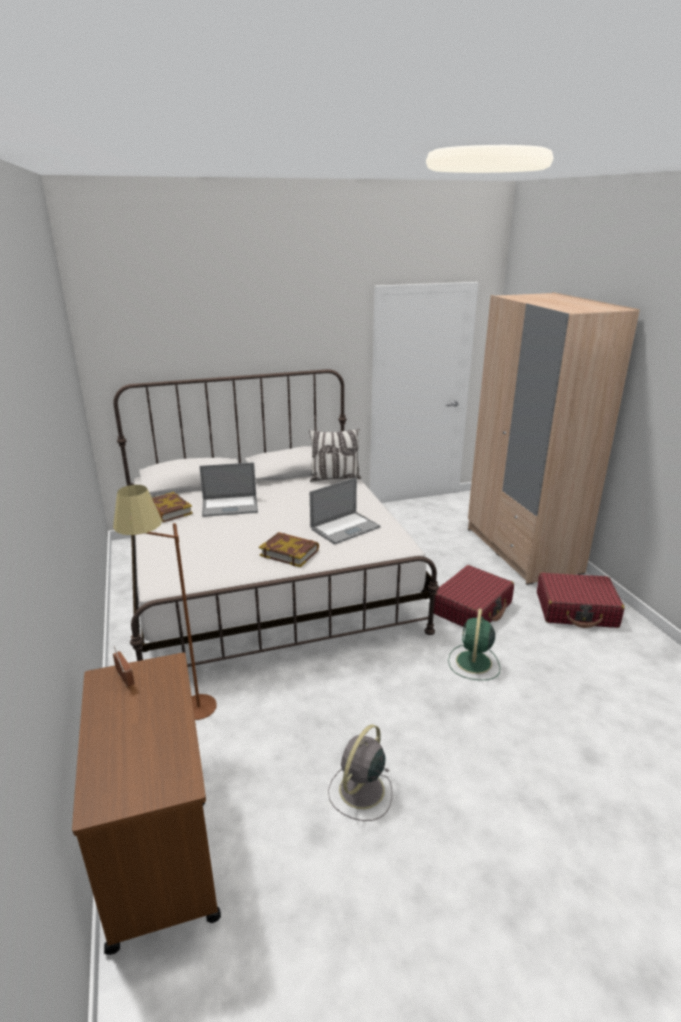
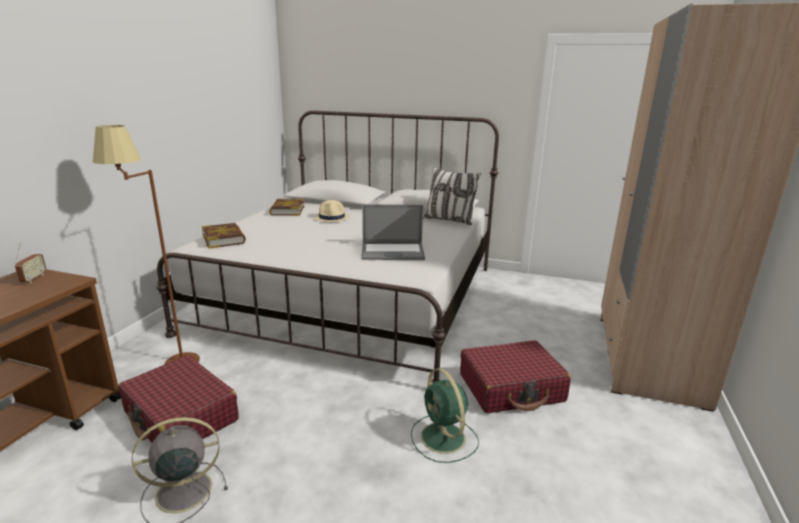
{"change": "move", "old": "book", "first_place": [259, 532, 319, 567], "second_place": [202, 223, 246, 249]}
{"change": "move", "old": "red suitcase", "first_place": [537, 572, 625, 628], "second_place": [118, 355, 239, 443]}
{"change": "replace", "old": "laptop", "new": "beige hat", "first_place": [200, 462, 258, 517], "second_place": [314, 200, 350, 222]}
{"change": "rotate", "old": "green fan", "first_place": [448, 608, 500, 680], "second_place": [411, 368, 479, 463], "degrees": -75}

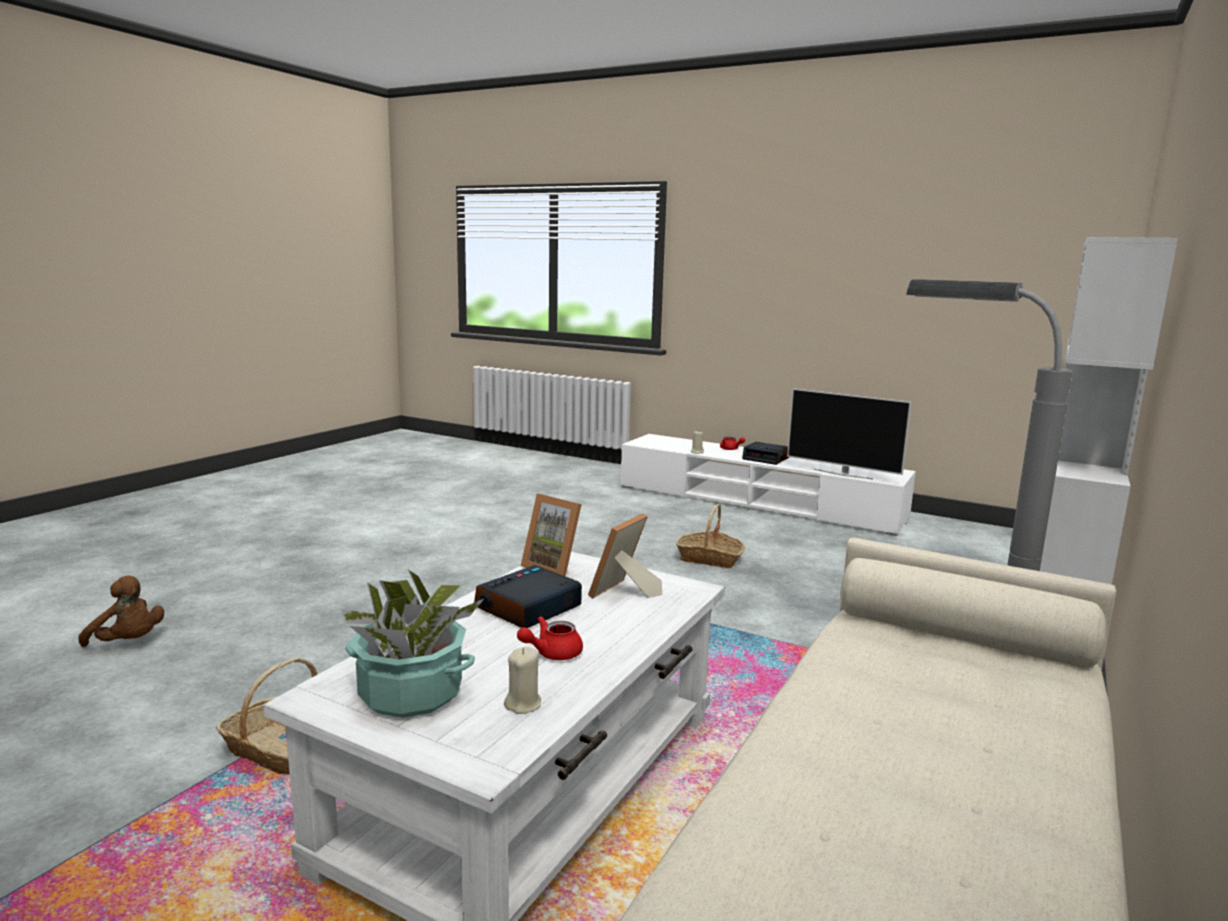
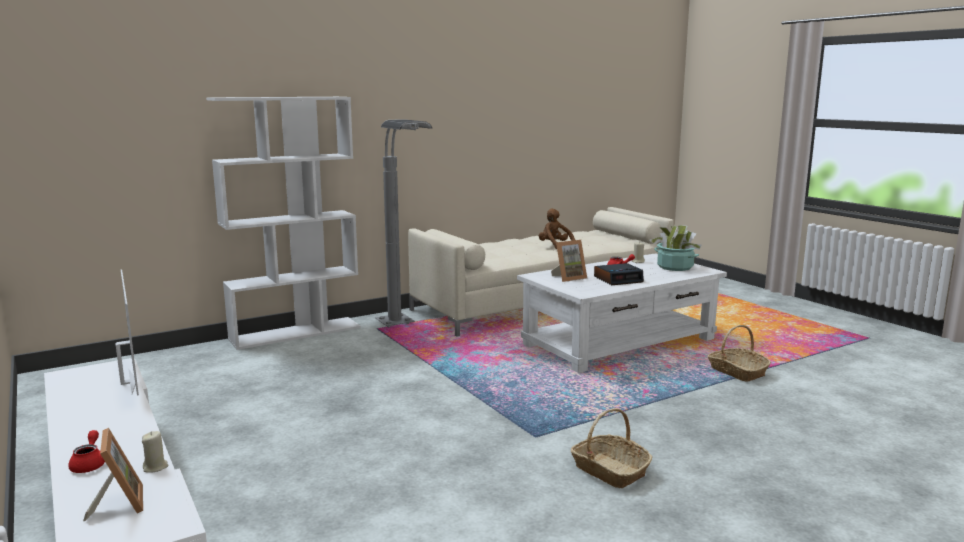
{"change": "delete", "old": "alarm clock", "first_place": [742, 442, 789, 465]}
{"change": "move", "old": "brown plush toy", "first_place": [78, 575, 164, 647], "second_place": [539, 208, 575, 249]}
{"change": "move", "old": "picture frame", "first_place": [521, 493, 582, 576], "second_place": [83, 428, 143, 521]}
{"change": "move", "old": "basket", "first_place": [676, 503, 745, 568], "second_place": [571, 408, 653, 488]}

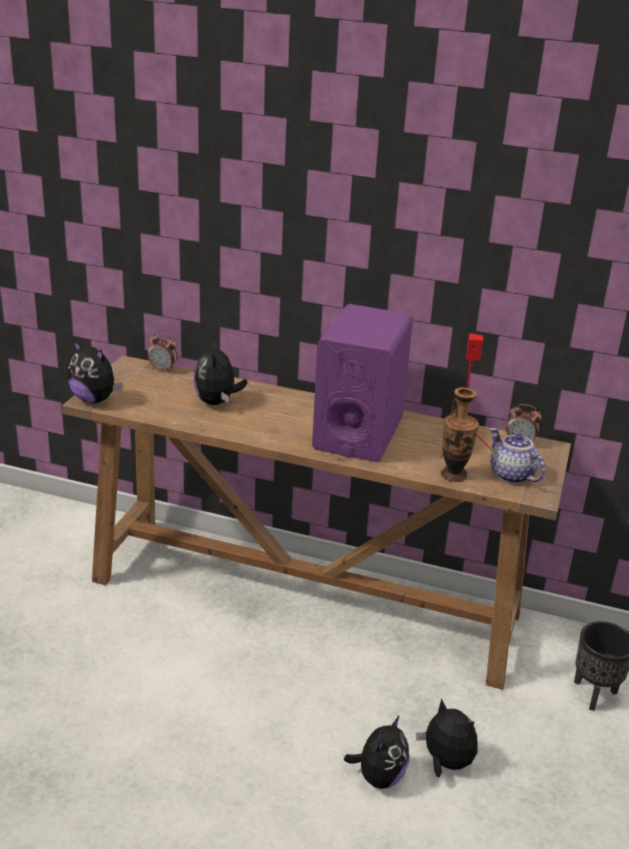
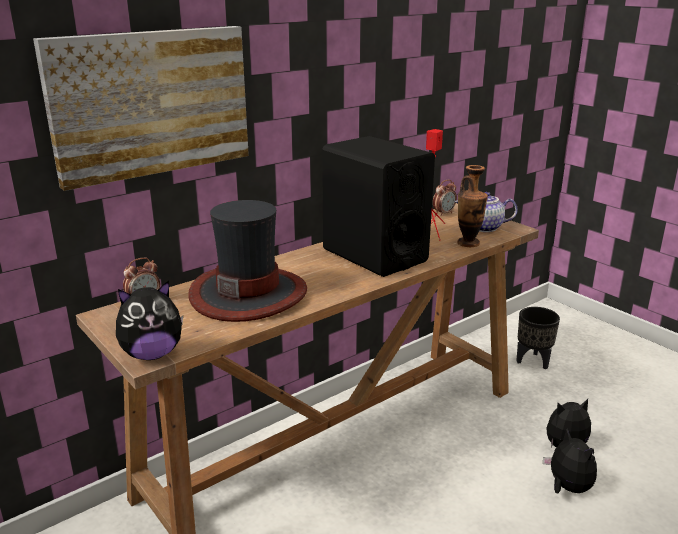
{"change": "insert", "new": "picture", "second_place": [33, 26, 249, 191]}
{"change": "replace", "old": "plush toy", "new": "hat", "first_place": [193, 339, 247, 405], "second_place": [188, 200, 307, 322]}
{"change": "recolor", "old": "purple speaker", "new": "black speaker", "first_place": [312, 304, 413, 462], "second_place": [322, 136, 435, 277]}

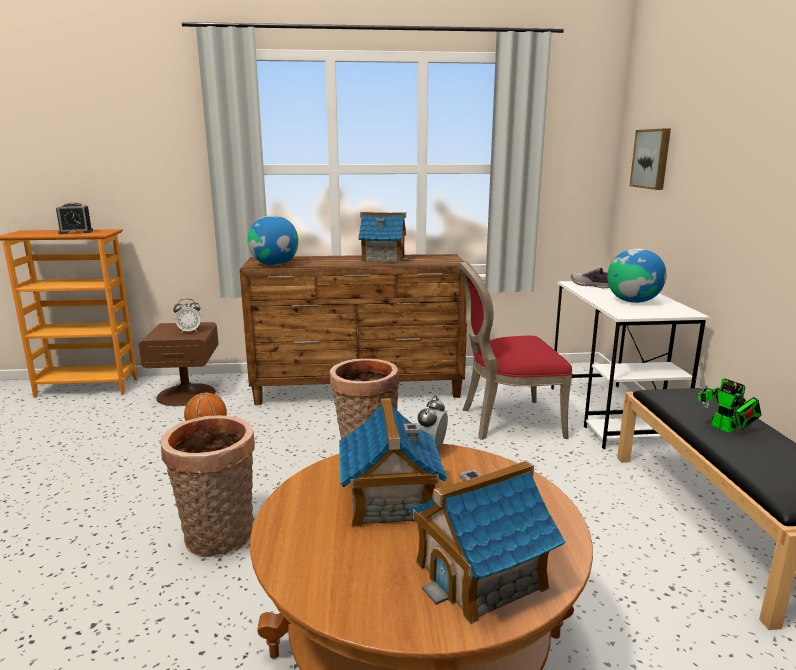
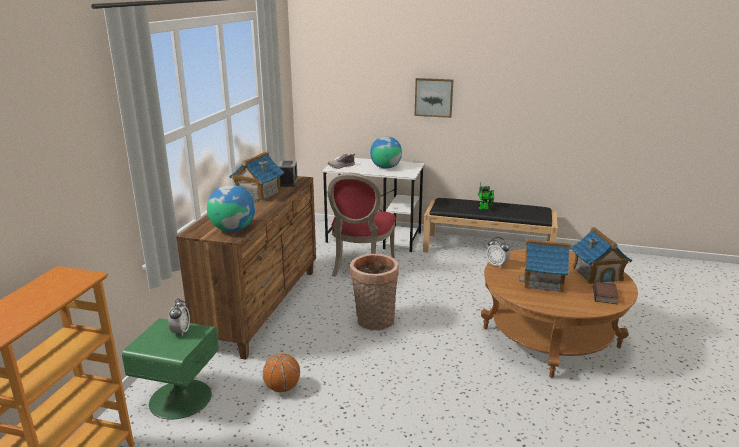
{"change": "delete", "old": "basket", "first_place": [161, 415, 255, 557]}
{"change": "insert", "new": "book", "second_place": [593, 282, 619, 304]}
{"change": "move", "old": "alarm clock", "first_place": [56, 203, 93, 234], "second_place": [278, 161, 298, 187]}
{"change": "move", "old": "picture", "first_place": [630, 128, 671, 190], "second_place": [415, 78, 454, 118]}
{"change": "recolor", "old": "brown nightstand", "new": "green nightstand", "first_place": [139, 322, 219, 406], "second_place": [122, 318, 219, 420]}

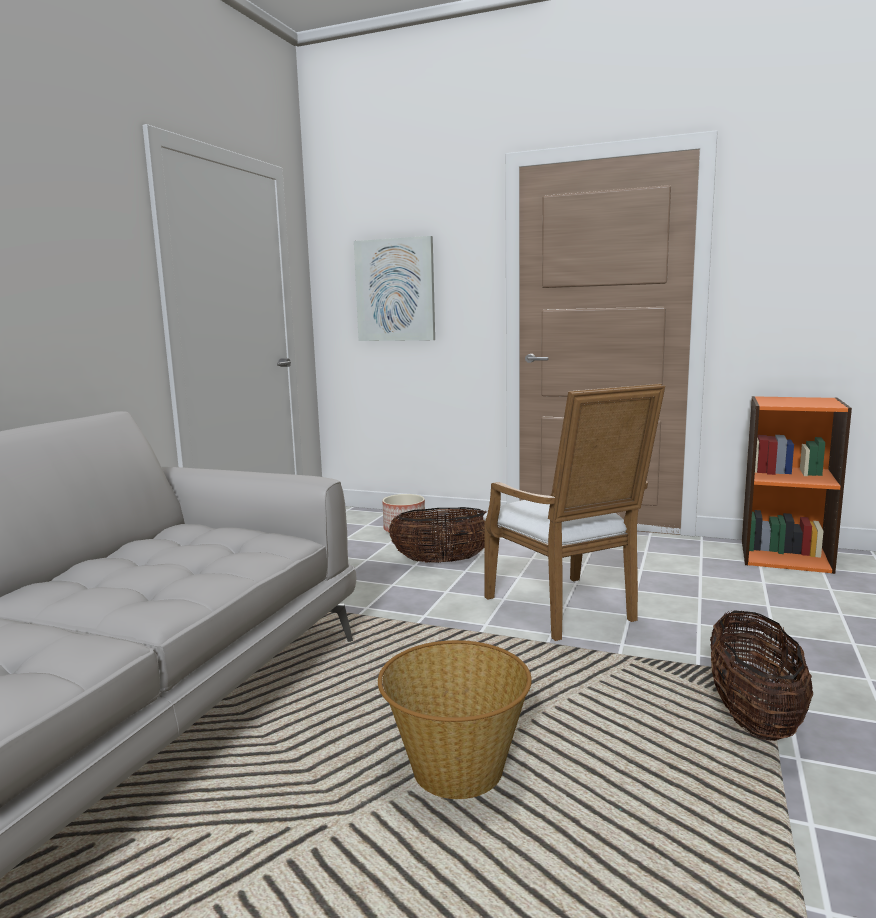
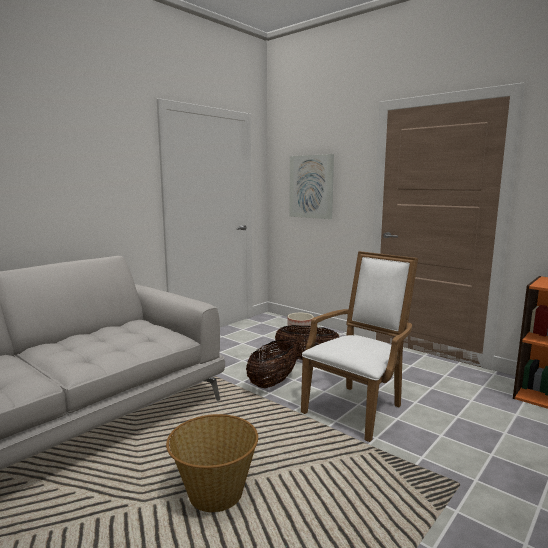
{"change": "move", "old": "basket", "first_place": [710, 610, 813, 741], "second_place": [246, 339, 297, 388]}
{"change": "rotate", "old": "white armchair", "first_place": [483, 384, 665, 641], "second_place": [301, 251, 418, 442], "degrees": -135}

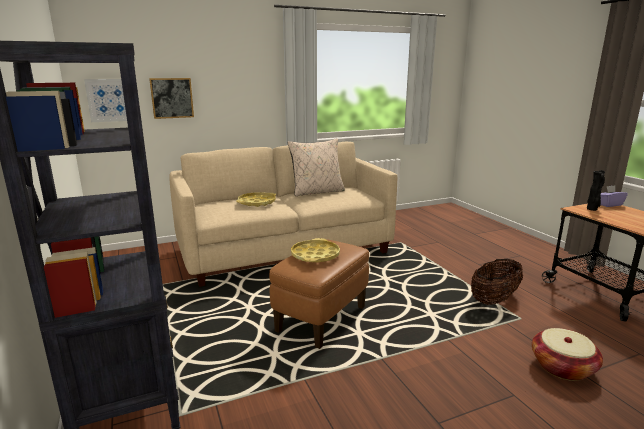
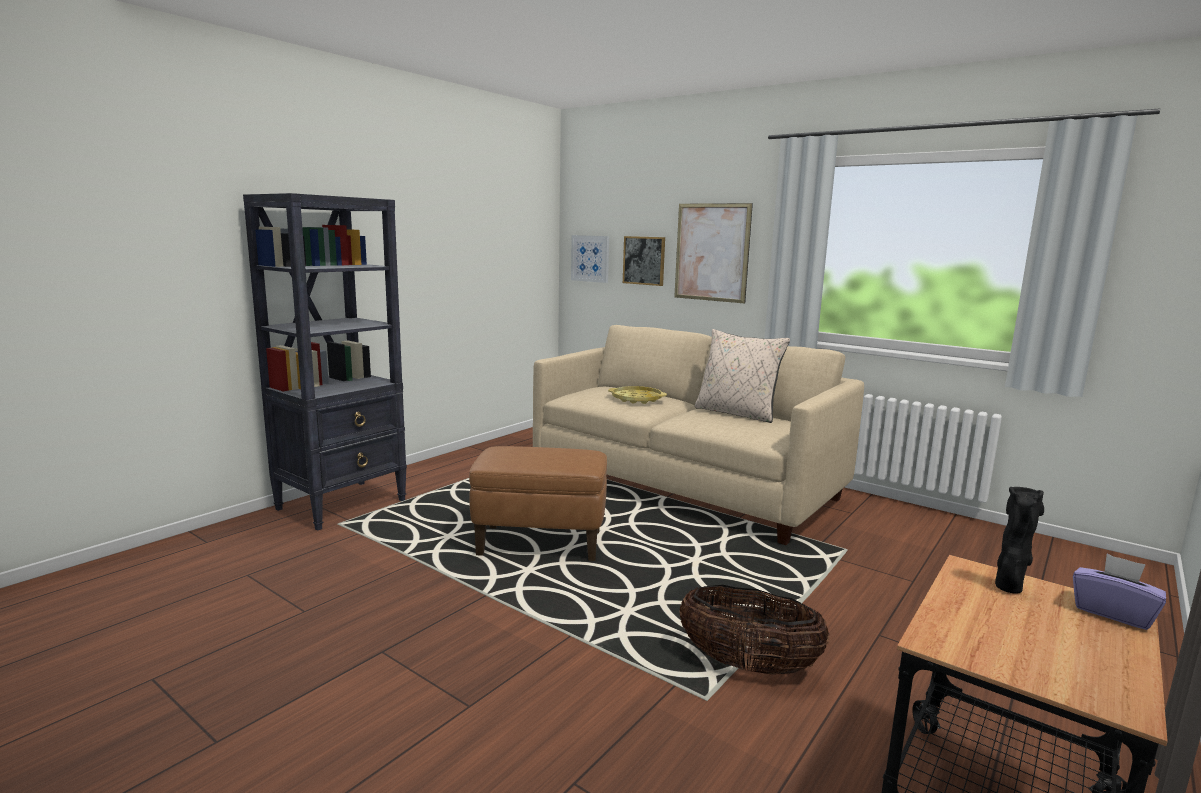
{"change": "delete", "old": "yellow tray", "first_place": [291, 238, 340, 263]}
{"change": "delete", "old": "basket", "first_place": [532, 328, 603, 381]}
{"change": "insert", "new": "picture", "second_place": [674, 203, 753, 304]}

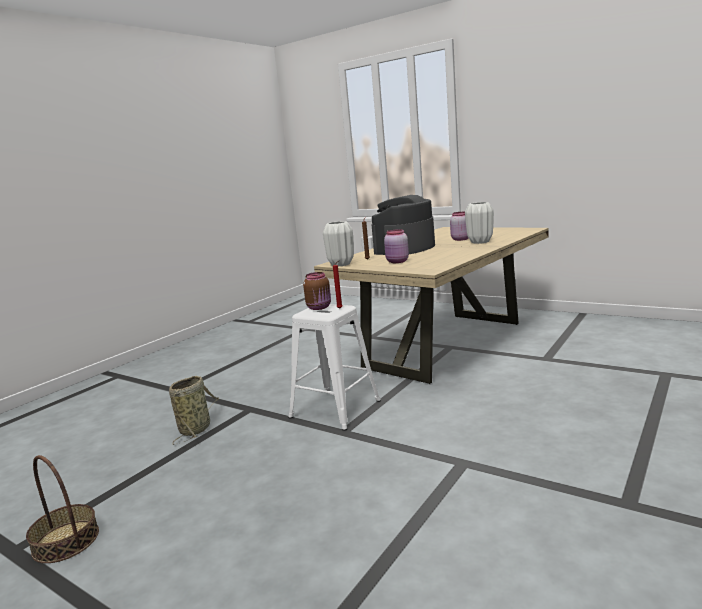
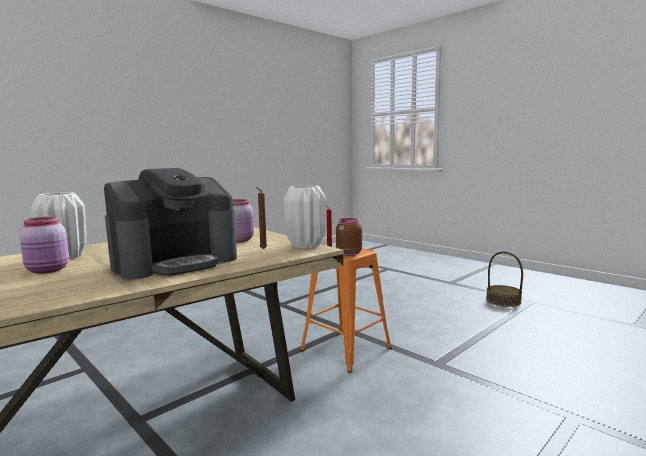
{"change": "delete", "old": "basket", "first_place": [169, 376, 219, 445]}
{"change": "recolor", "old": "white stool", "new": "orange stool", "first_place": [288, 304, 381, 431], "second_place": [300, 247, 392, 373]}

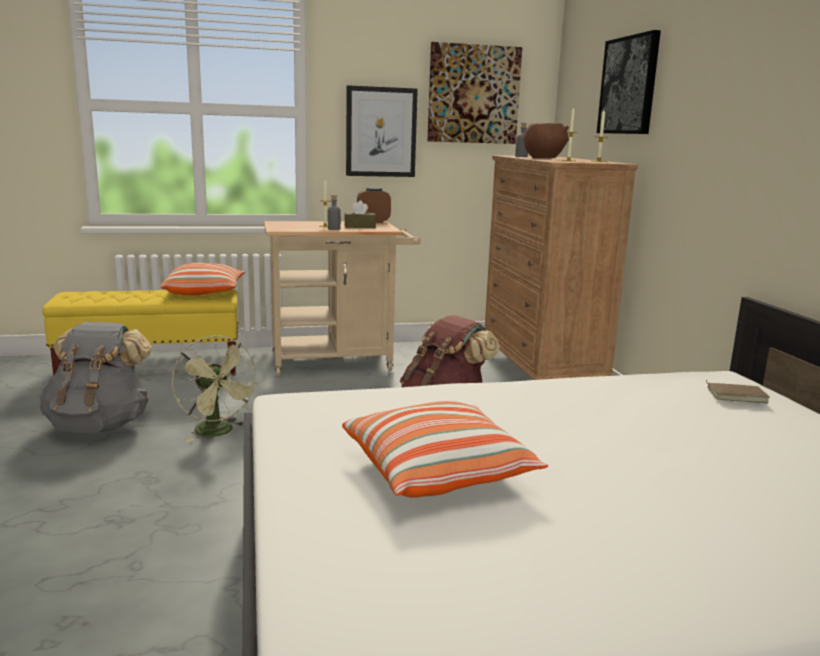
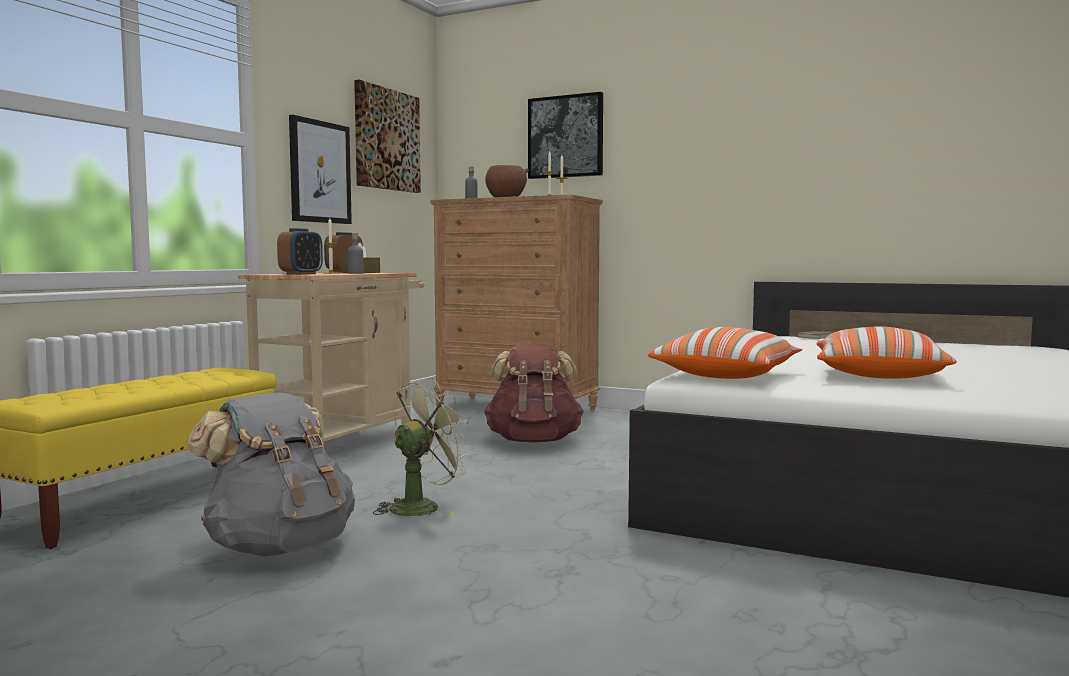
{"change": "insert", "new": "alarm clock", "second_place": [277, 228, 323, 275]}
{"change": "move", "old": "pillow", "first_place": [160, 263, 245, 295], "second_place": [647, 327, 802, 379]}
{"change": "rotate", "old": "green fan", "first_place": [172, 335, 260, 442], "second_place": [373, 378, 474, 516], "degrees": -45}

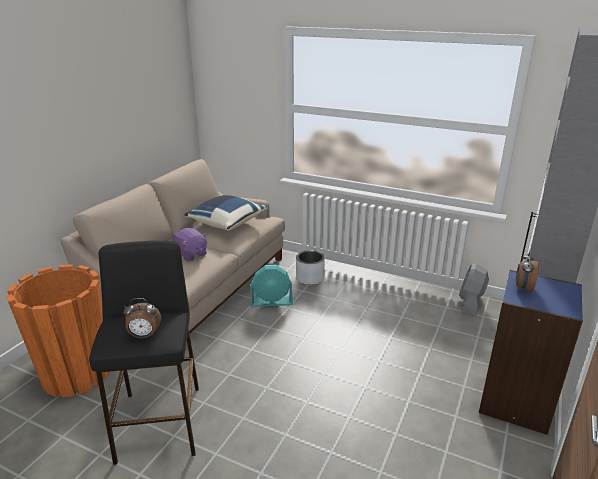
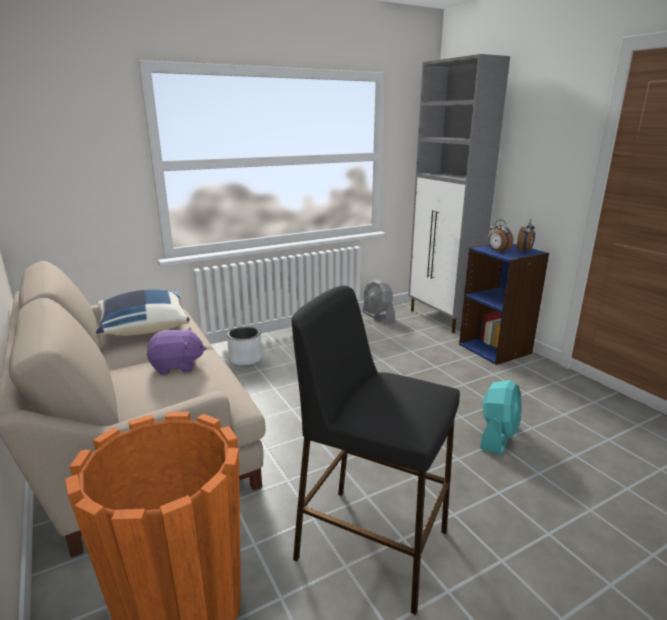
{"change": "move", "old": "alarm clock", "first_place": [123, 298, 161, 338], "second_place": [517, 219, 535, 253]}
{"change": "move", "old": "turquoise fan", "first_place": [250, 265, 293, 307], "second_place": [480, 380, 521, 455]}

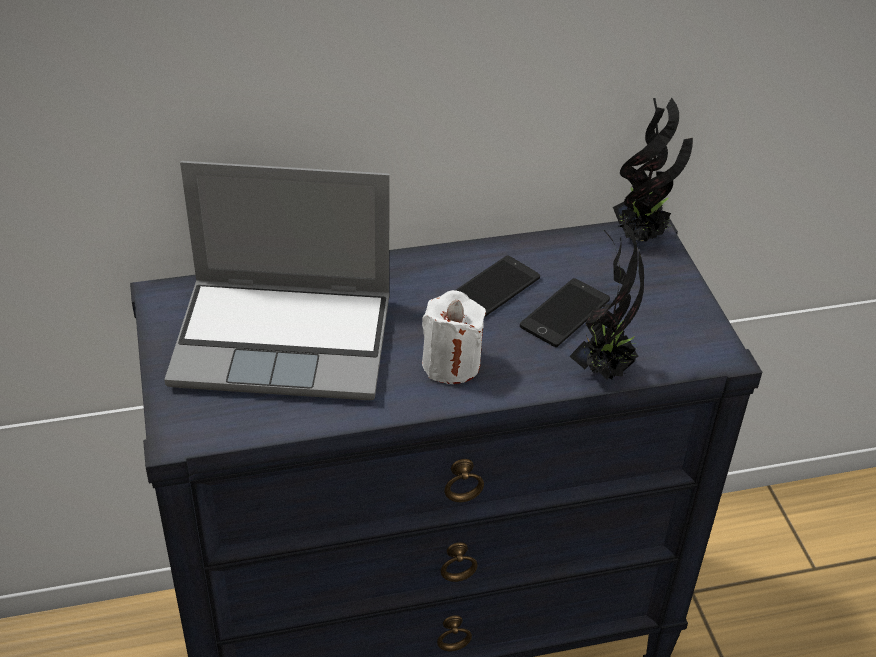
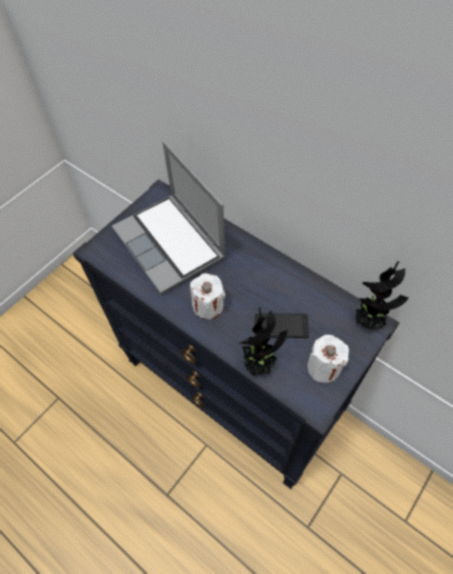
{"change": "delete", "old": "phone", "first_place": [455, 255, 540, 317]}
{"change": "insert", "new": "white candle", "second_place": [307, 335, 349, 383]}

